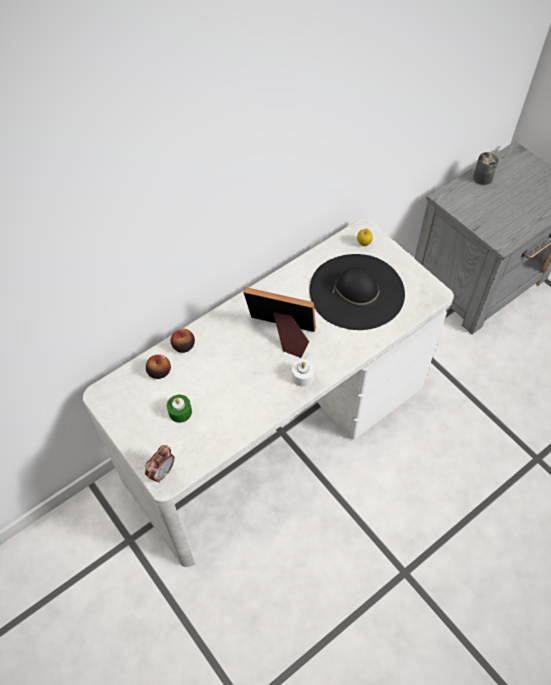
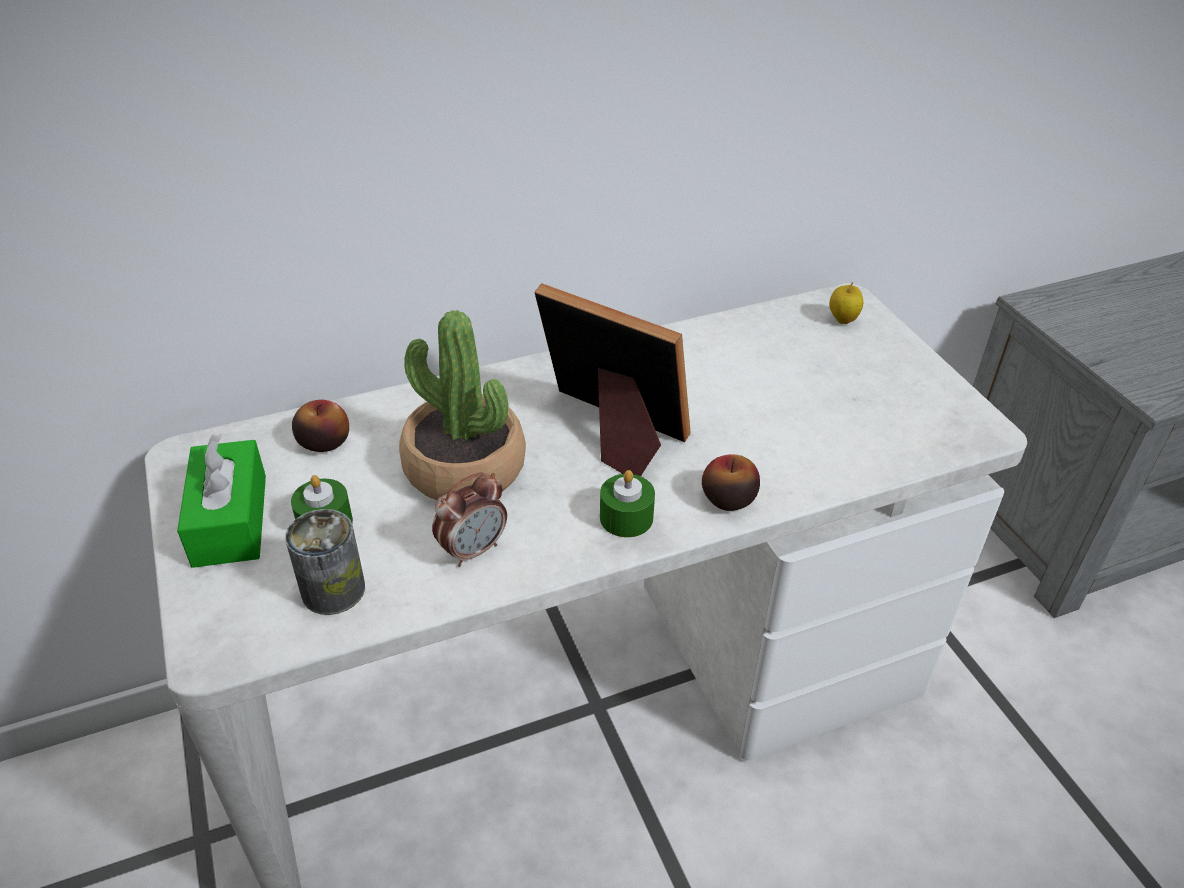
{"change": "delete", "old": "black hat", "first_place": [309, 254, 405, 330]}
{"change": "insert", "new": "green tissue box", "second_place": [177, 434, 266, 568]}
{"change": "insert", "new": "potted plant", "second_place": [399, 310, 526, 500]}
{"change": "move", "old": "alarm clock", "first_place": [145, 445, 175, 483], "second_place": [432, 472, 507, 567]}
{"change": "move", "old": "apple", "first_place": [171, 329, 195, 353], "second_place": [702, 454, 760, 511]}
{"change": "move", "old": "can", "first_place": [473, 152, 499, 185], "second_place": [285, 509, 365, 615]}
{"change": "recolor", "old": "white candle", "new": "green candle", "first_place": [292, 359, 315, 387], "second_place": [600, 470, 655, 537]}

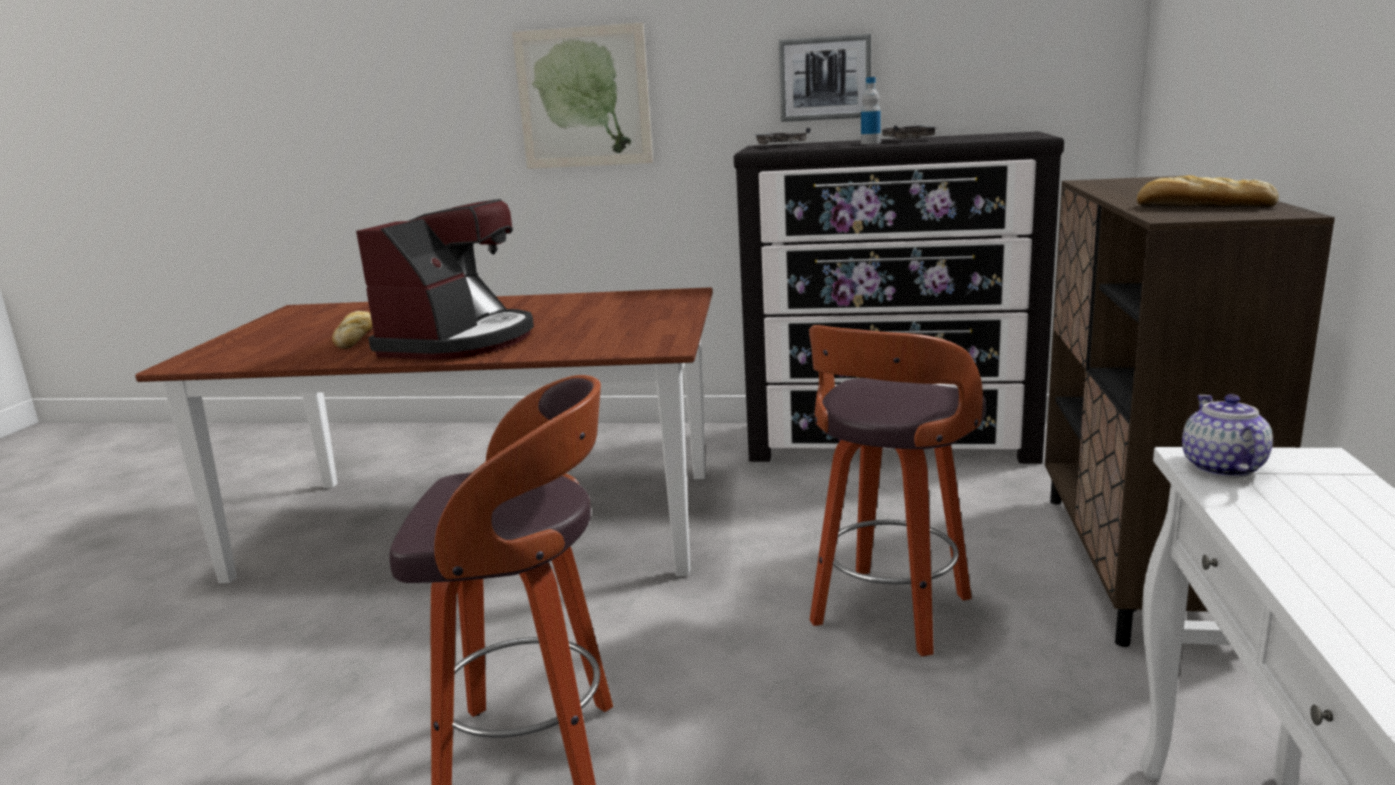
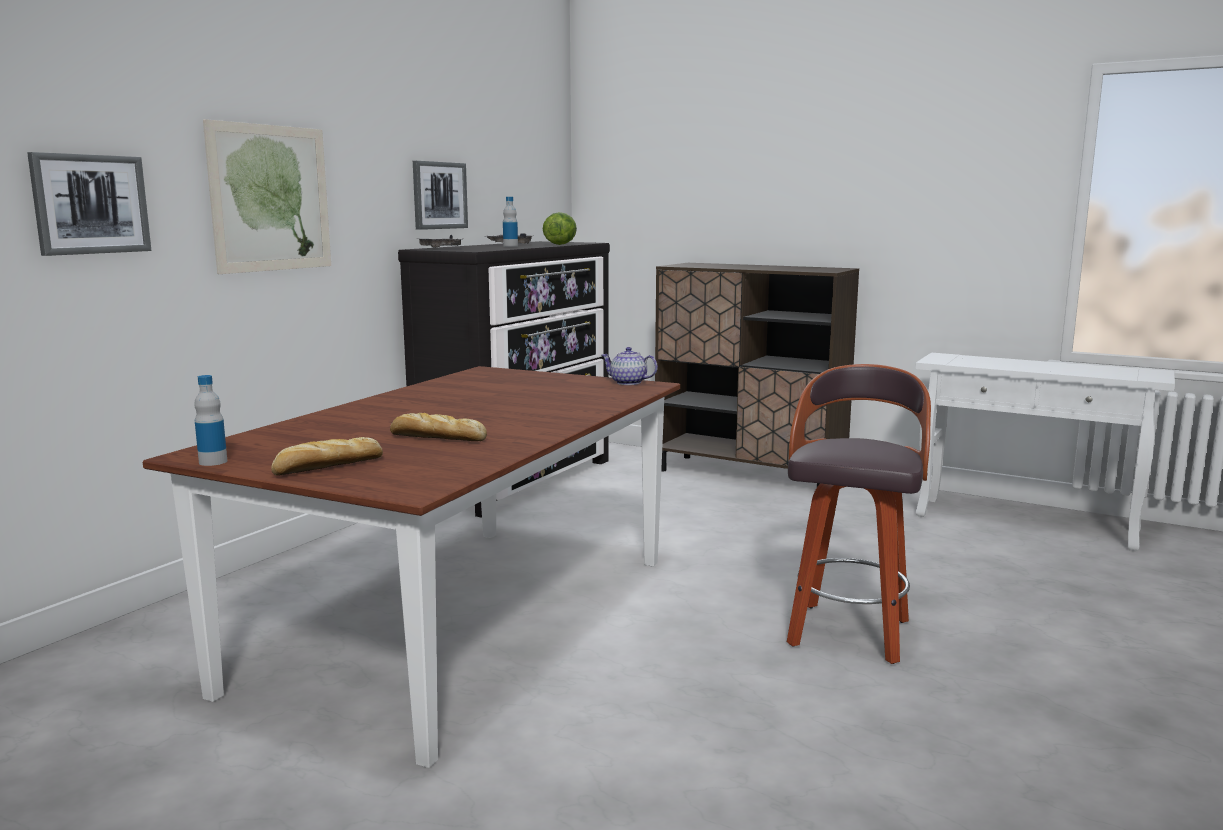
{"change": "delete", "old": "coffee machine", "first_place": [356, 199, 534, 360]}
{"change": "delete", "old": "stool", "first_place": [809, 325, 986, 657]}
{"change": "insert", "new": "picture", "second_place": [27, 152, 151, 256]}
{"change": "insert", "new": "bottle", "second_place": [194, 375, 227, 466]}
{"change": "insert", "new": "lettuce", "second_place": [543, 212, 577, 245]}
{"change": "move", "old": "bread", "first_place": [1137, 175, 1279, 207], "second_place": [271, 437, 383, 476]}
{"change": "move", "old": "teapot", "first_place": [1182, 394, 1273, 478], "second_place": [601, 347, 658, 385]}

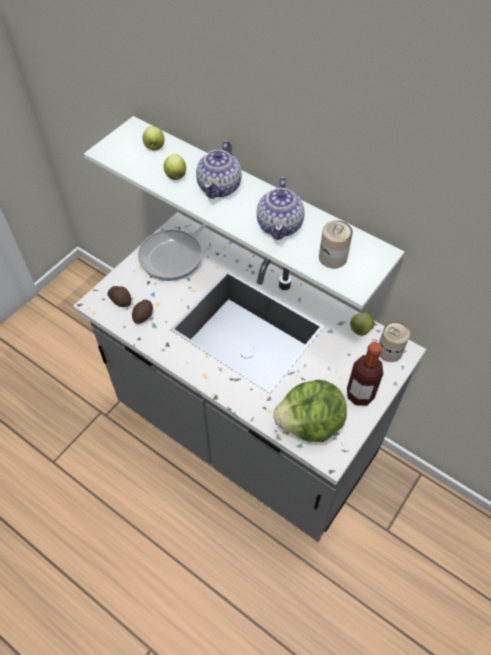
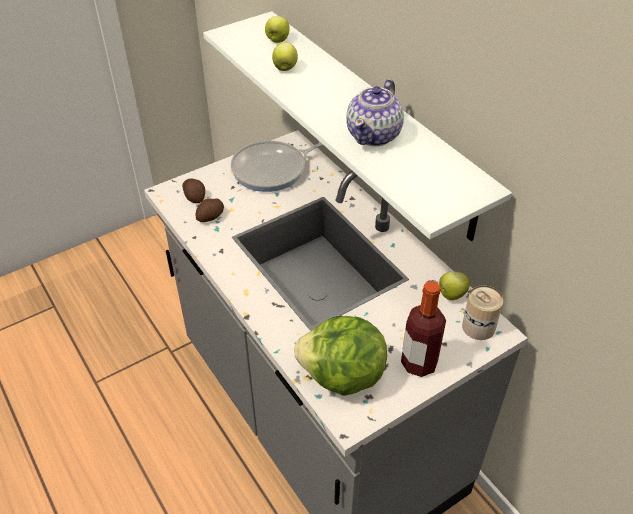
{"change": "delete", "old": "teapot", "first_place": [196, 141, 242, 199]}
{"change": "delete", "old": "can", "first_place": [319, 220, 353, 268]}

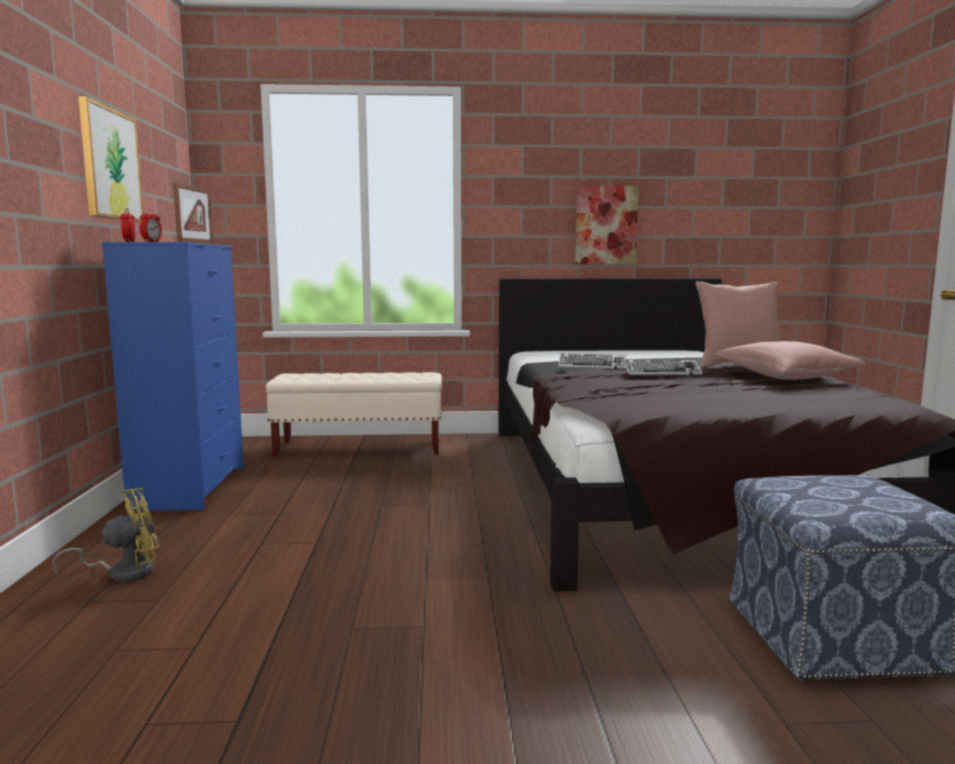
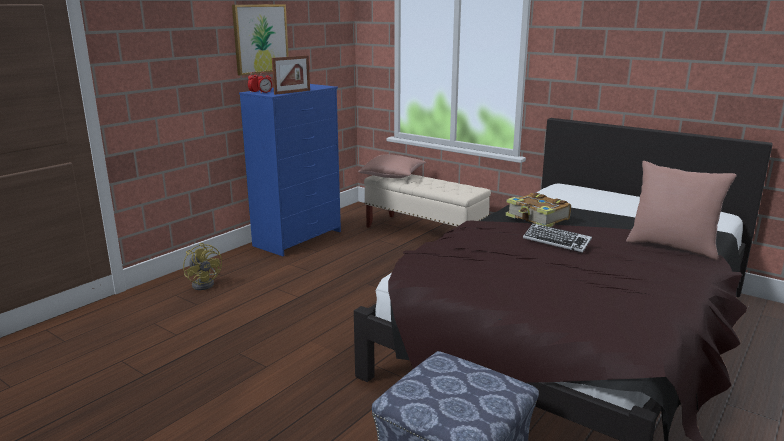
{"change": "delete", "old": "picture", "first_place": [575, 185, 639, 264]}
{"change": "move", "old": "pink pillow", "first_place": [715, 341, 865, 380], "second_place": [358, 154, 426, 178]}
{"change": "replace", "old": "keyboard", "new": "book", "first_place": [558, 353, 626, 369], "second_place": [506, 193, 571, 227]}
{"change": "rotate", "old": "yellow fan", "first_place": [52, 488, 159, 582], "second_place": [183, 243, 222, 290], "degrees": 45}

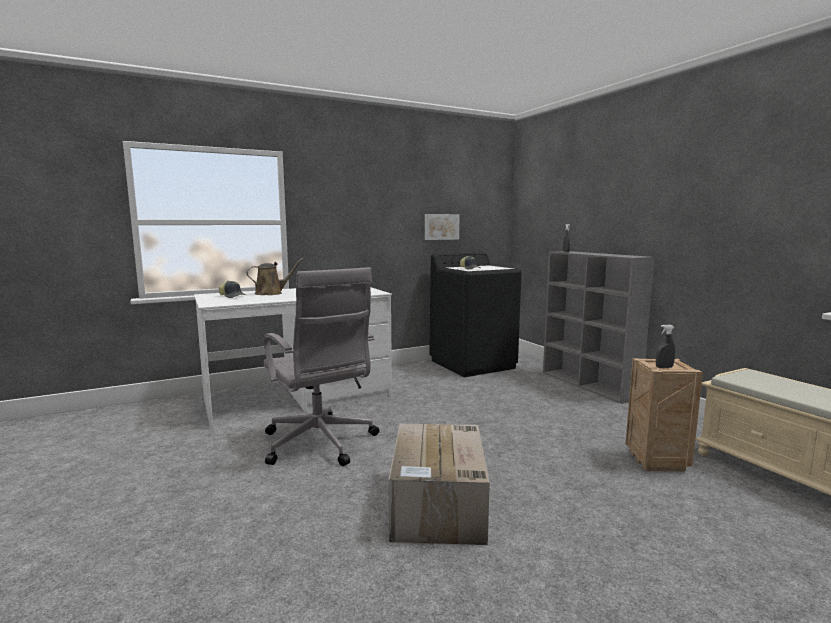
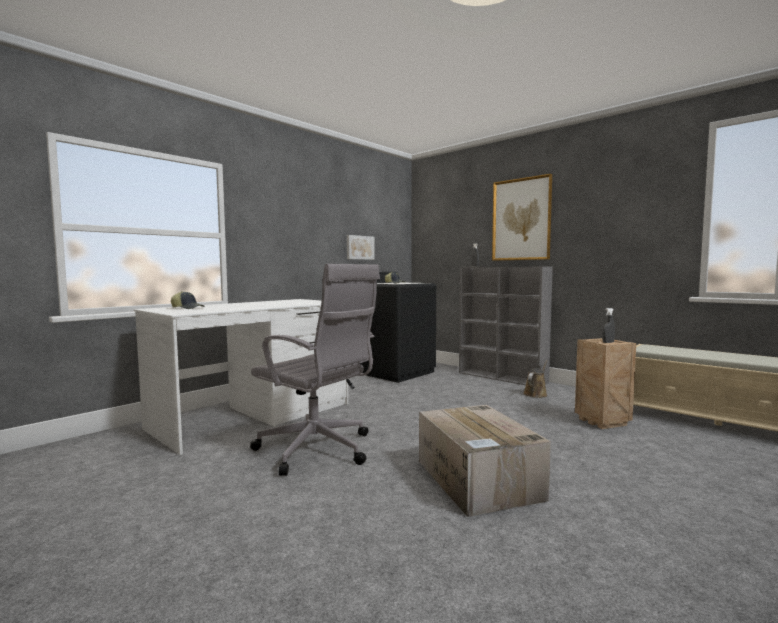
{"change": "insert", "new": "picture", "second_place": [492, 174, 552, 261]}
{"change": "move", "old": "brown watering can", "first_place": [246, 258, 304, 295], "second_place": [523, 360, 548, 398]}

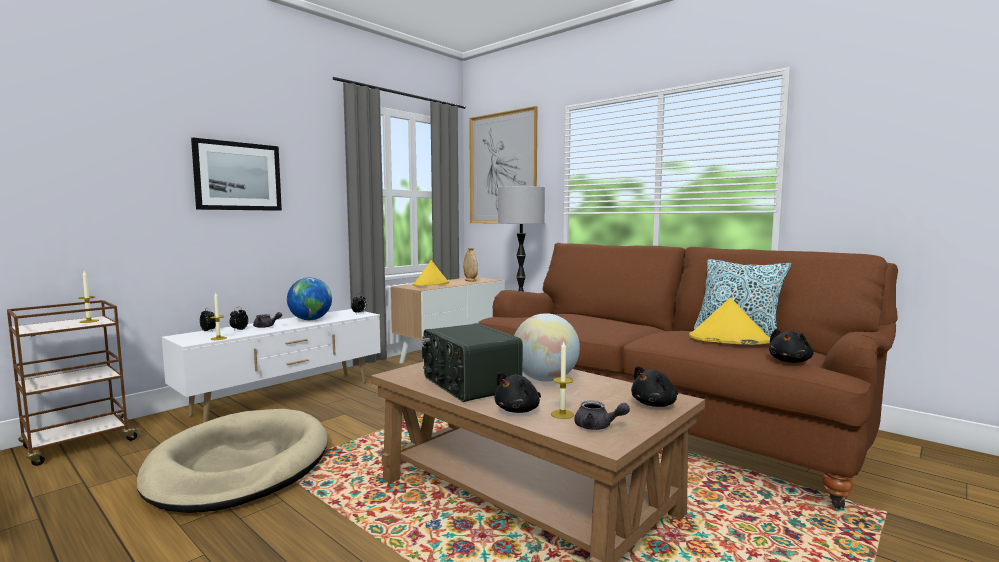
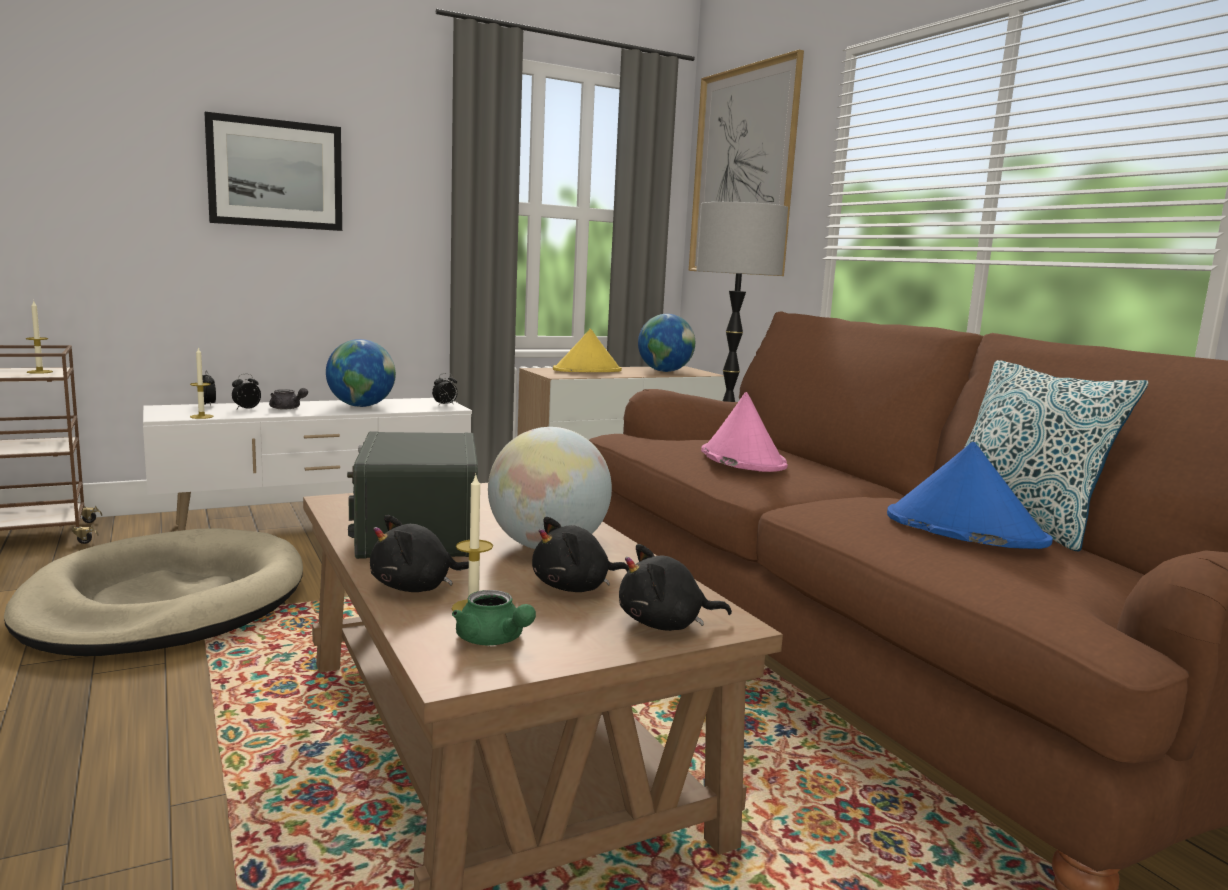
{"change": "insert", "new": "pink hat", "second_place": [701, 392, 788, 472]}
{"change": "move", "old": "black plush toy", "first_place": [769, 329, 814, 363], "second_place": [532, 517, 629, 592]}
{"change": "replace", "old": "beige vase", "new": "globe", "first_place": [463, 248, 478, 281], "second_place": [638, 314, 695, 372]}
{"change": "recolor", "old": "grey teapot", "new": "green teapot", "first_place": [574, 401, 630, 430], "second_place": [452, 590, 536, 645]}
{"change": "recolor", "old": "yellow hat", "new": "blue hat", "first_place": [689, 298, 770, 345], "second_place": [887, 442, 1053, 549]}

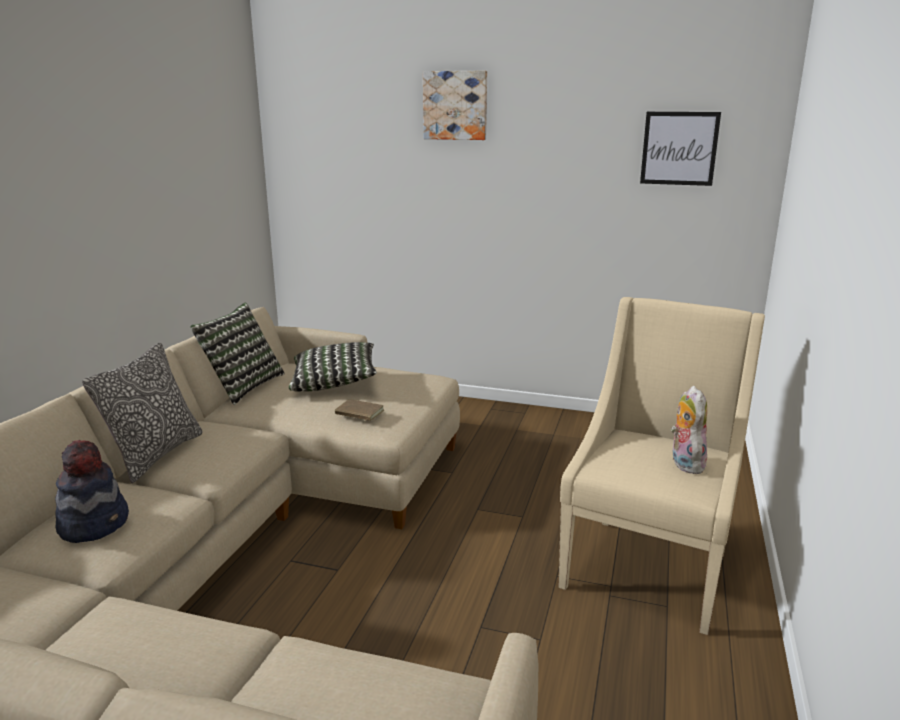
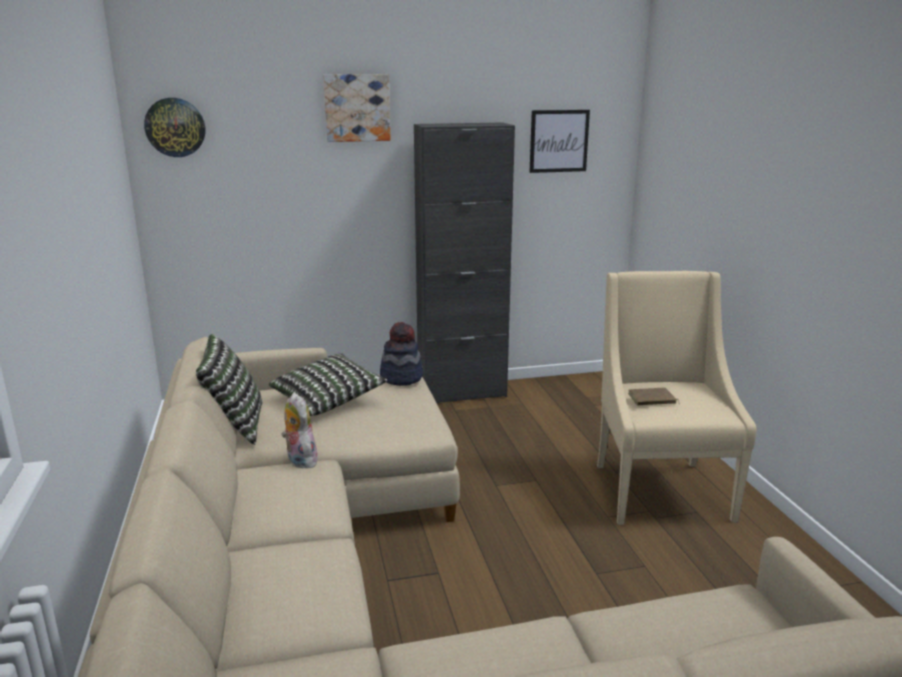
{"change": "delete", "old": "pillow", "first_place": [82, 342, 203, 483]}
{"change": "insert", "new": "wall clock", "second_place": [144, 98, 205, 157]}
{"change": "insert", "new": "black cabinet", "second_place": [414, 122, 515, 403]}
{"change": "move", "old": "hat", "first_place": [55, 440, 129, 543], "second_place": [380, 322, 423, 386]}
{"change": "move", "old": "brown book", "first_place": [335, 399, 384, 421], "second_place": [628, 388, 680, 405]}
{"change": "move", "old": "plush toy", "first_place": [671, 386, 707, 474], "second_place": [281, 393, 318, 468]}

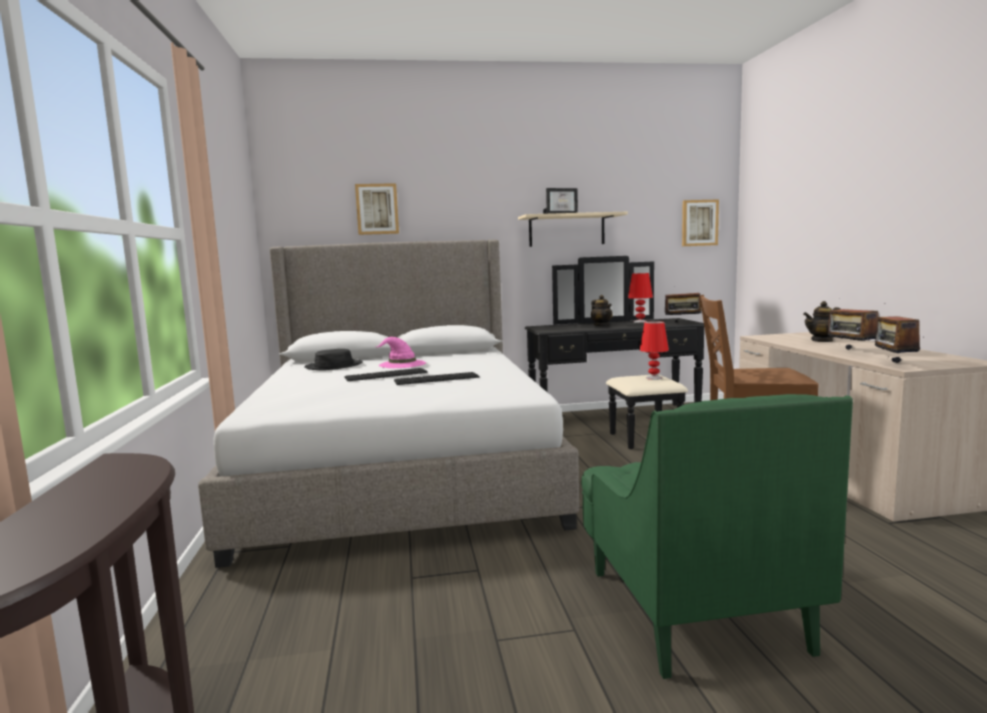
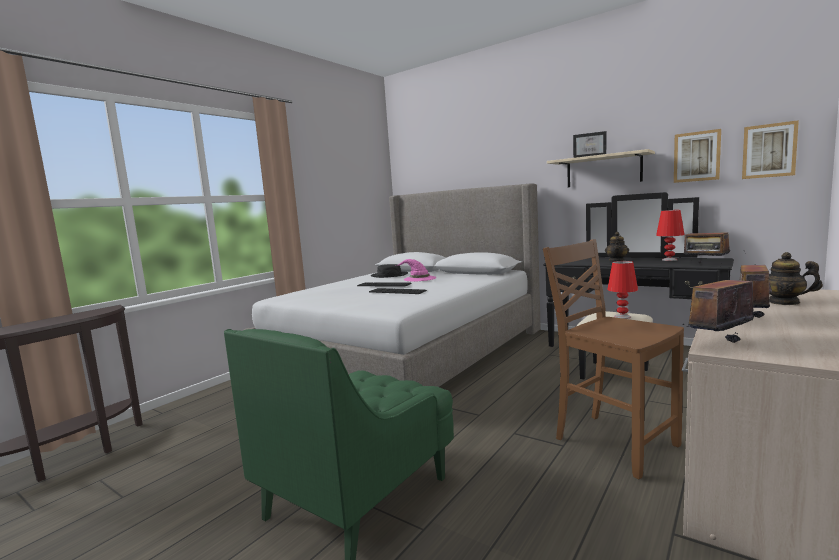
{"change": "move", "old": "picture", "first_place": [355, 183, 399, 235], "second_place": [674, 129, 721, 183]}

